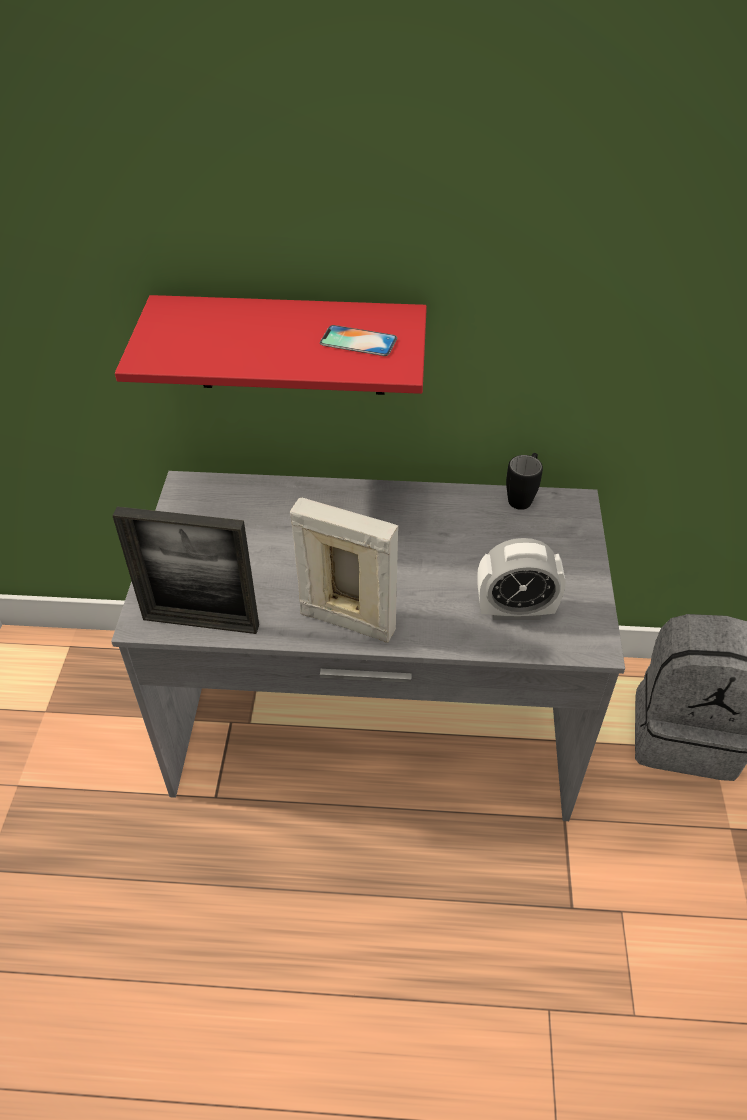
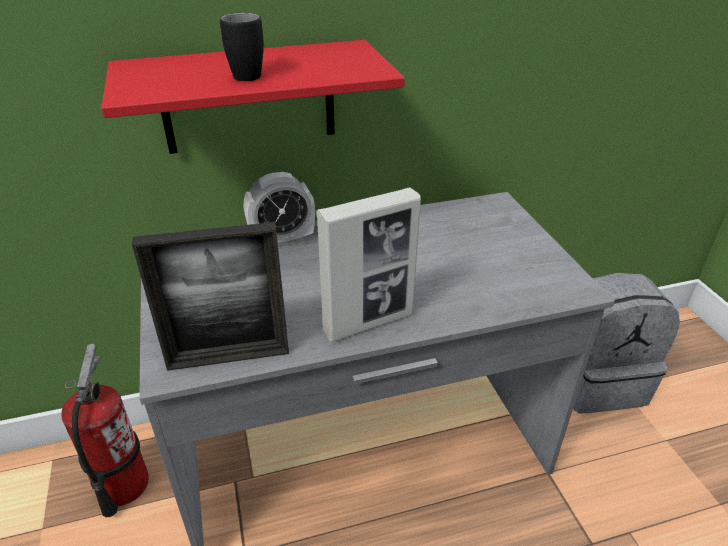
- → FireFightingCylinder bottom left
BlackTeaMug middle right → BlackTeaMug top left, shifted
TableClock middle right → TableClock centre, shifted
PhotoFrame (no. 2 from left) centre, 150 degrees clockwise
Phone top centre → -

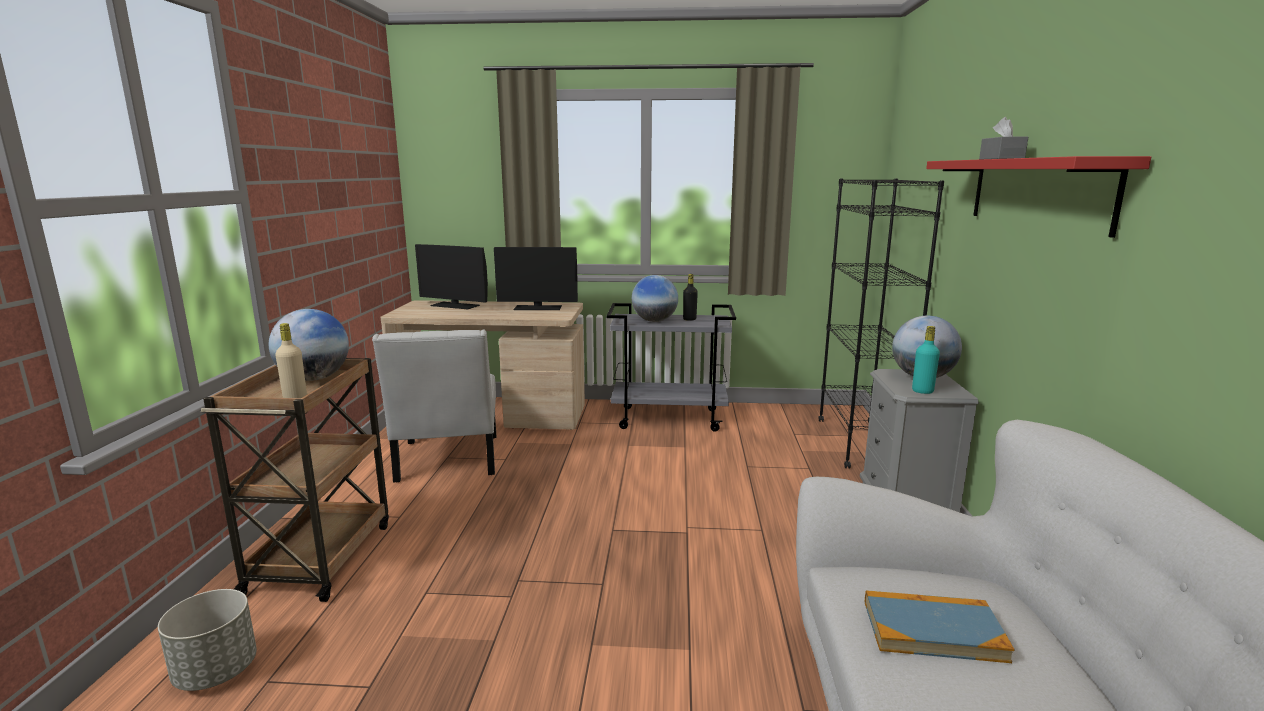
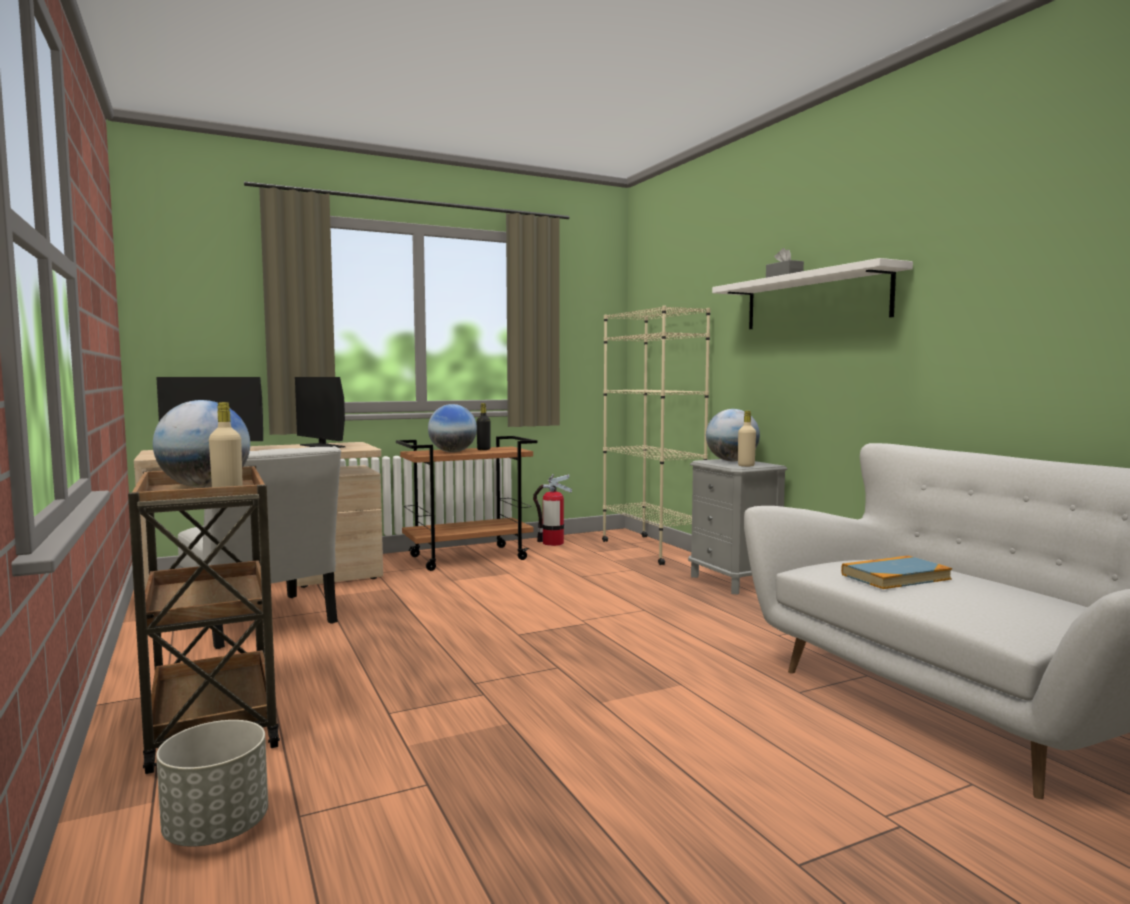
ComputerScreen (no. 2 from left) centre → ComputerScreen (no. 2 from left) middle left, 75 degrees clockwise
GreyCart centre → BrownColouredCart (no. 2 from left) centre
- → FireFightingCylinder centre
BlackShelvingUnit middle right → BeigeColouredShelvingUnit centre
RedShelf top right → WhiteColouredShelf top right
BlueGreenBeverageBottle middle right → BeigeColouredBeverageBottle (no. 2 from left) centre

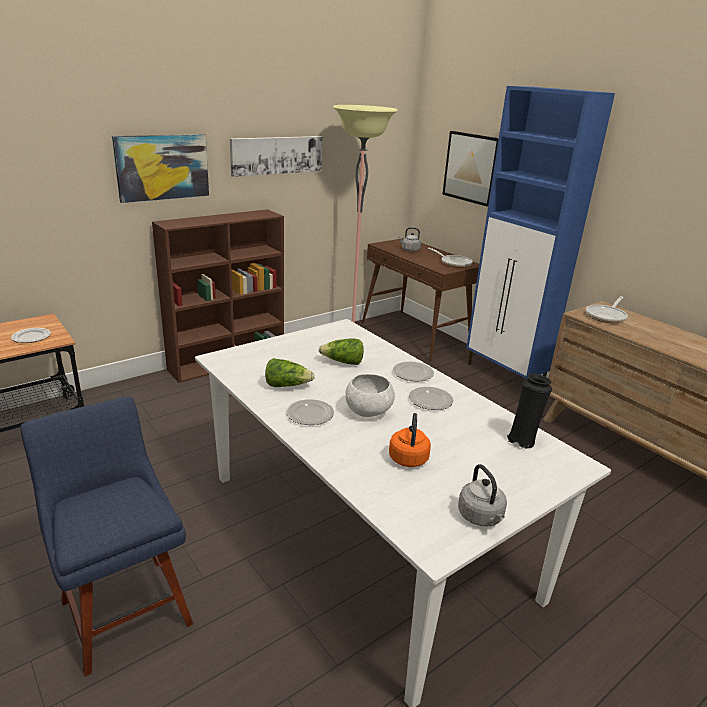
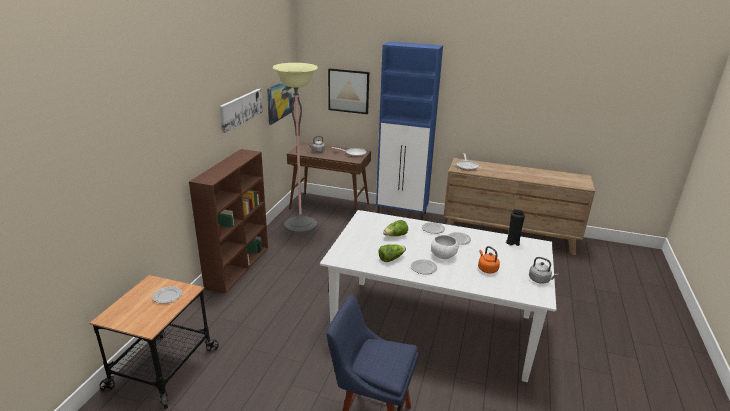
WallArt (no. 1 from left in the first image) top left → WallArt (no. 2 from left) top centre, shifted

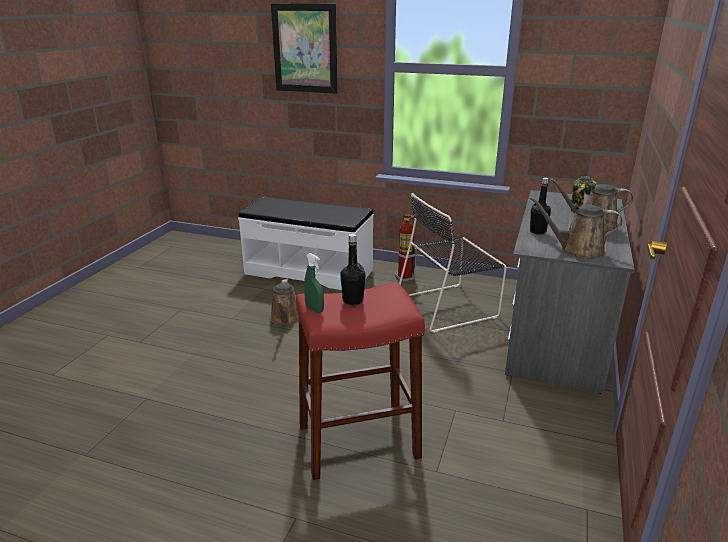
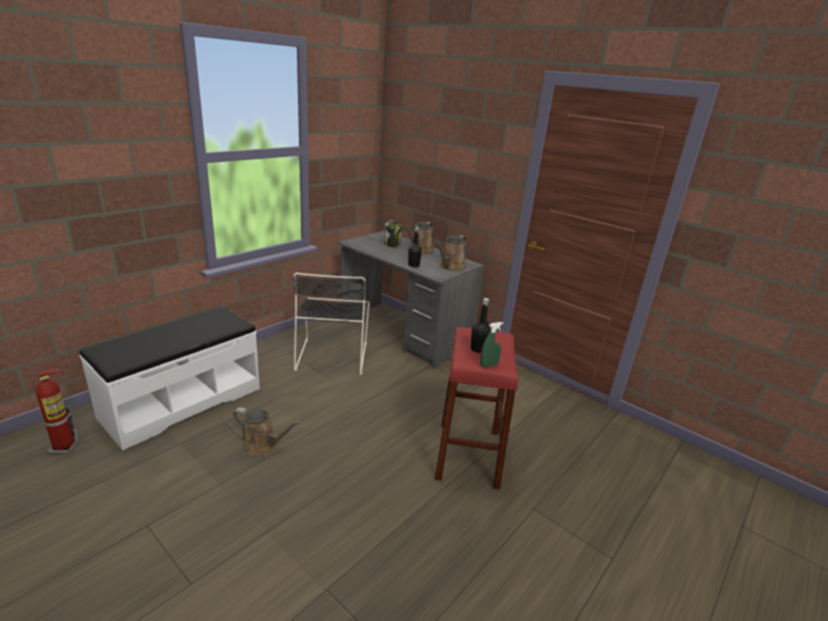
FireFightingCylinder centre → FireFightingCylinder middle left, shifted
WallArt top centre → -

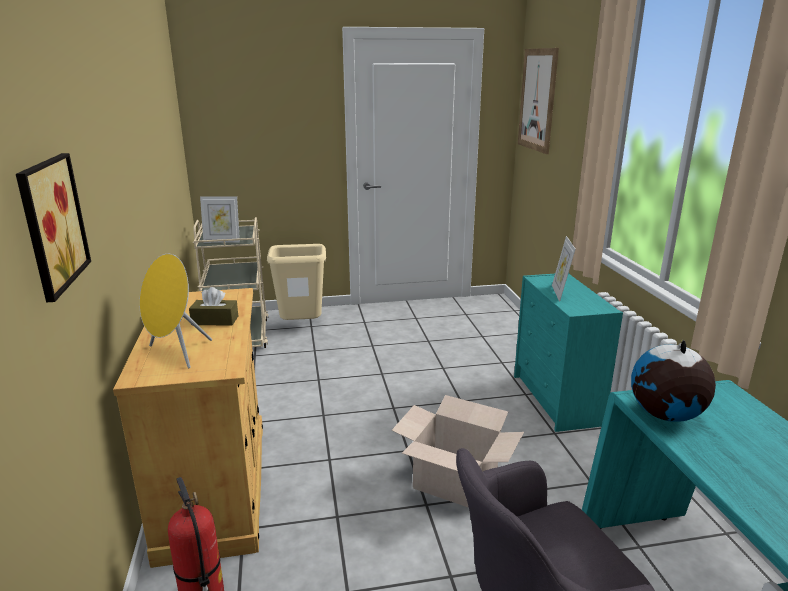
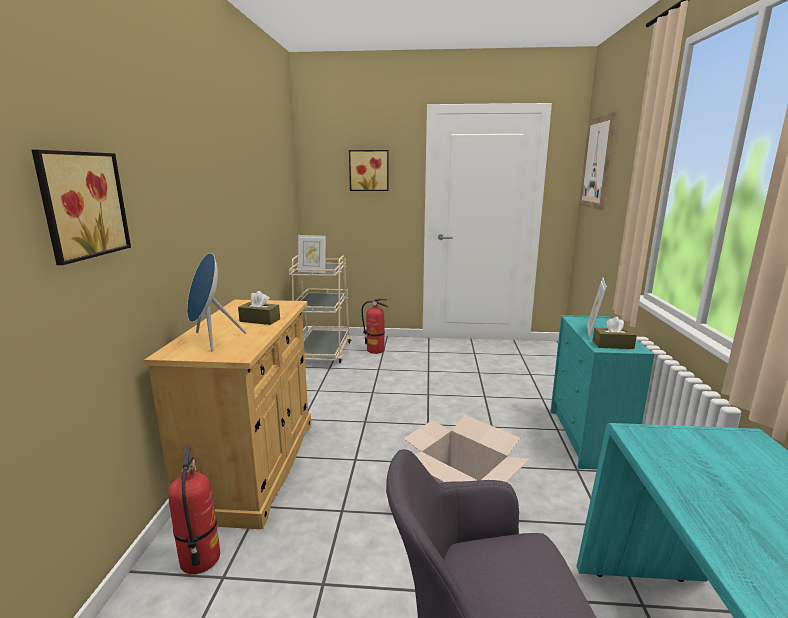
YellowColouredLoudspeaker middle left → BlueLoudspeaker middle left
- → WallArt (no. 2 from left) top centre
BeigeColouredWasteBin centre → FireFightingCylinder (no. 2 from left) centre
- → BrownColouredTissueHolder (no. 2 from left) middle right
WorldGlobe middle right → -

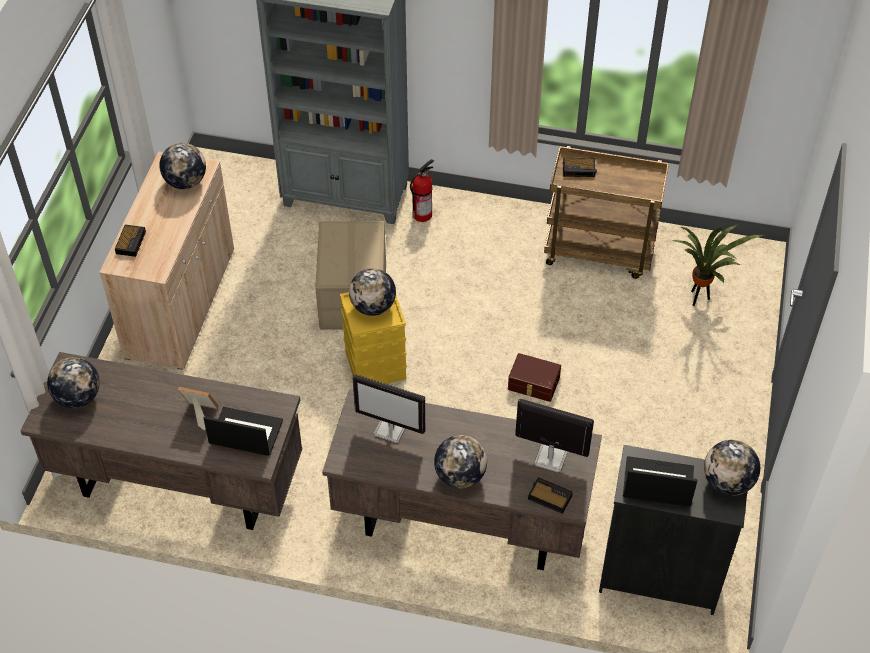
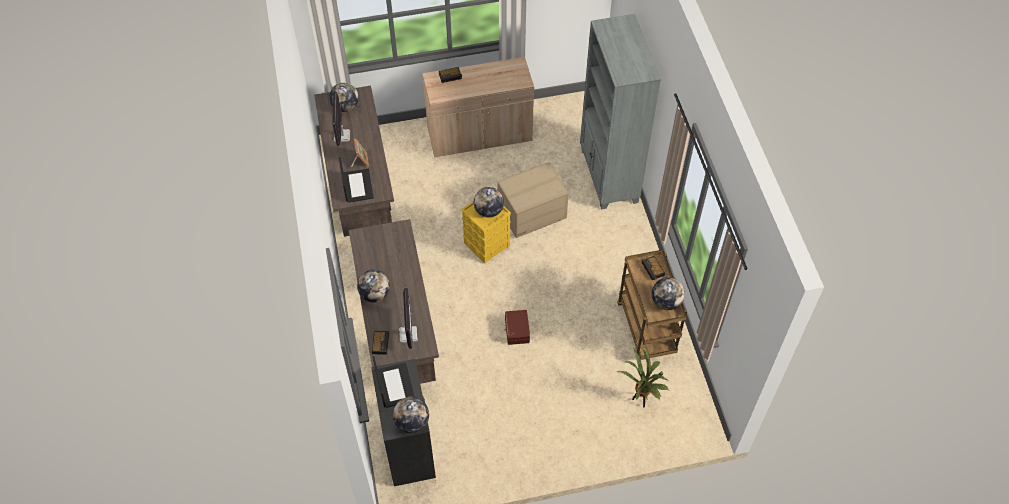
ComputerScreen (no. 1 from left) centre → ComputerScreen (no. 1 from left) top centre, shifted
WorldGlobe (no. 2 from left in the first image) top left → WorldGlobe (no. 5 from left) centre, shifted
FireFightingCylinder top centre → -

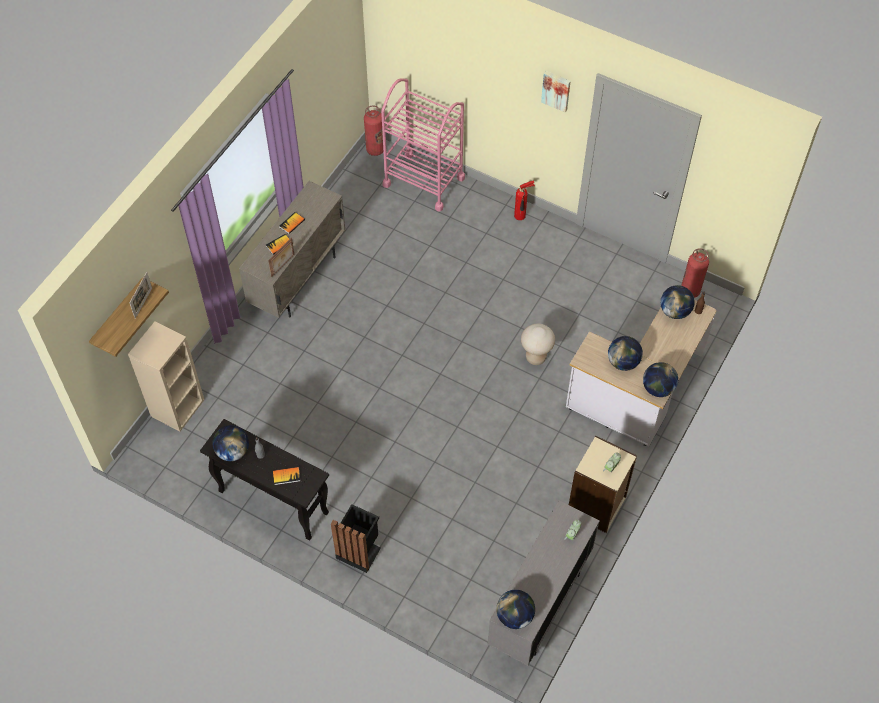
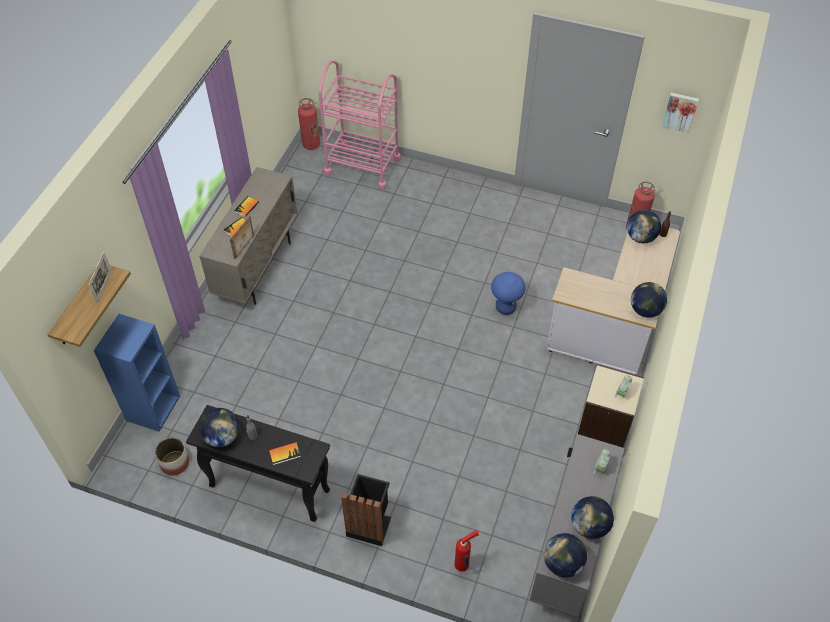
BeigeColouredShelvingUnit (no. 1 from left) middle left → BlueShelvingUnit middle left
- → PlantPot bottom left
FireFightingCylinder (no. 2 from left) top centre → FireFightingCylinder (no. 2 from left) bottom centre, shifted
BeigeColouredSittingStool centre → BlueSittingStool centre
WorldGlobe (no. 3 from left) middle right → WorldGlobe (no. 3 from left) bottom right, shifted
WallArt top centre → WallArt top right, shifted

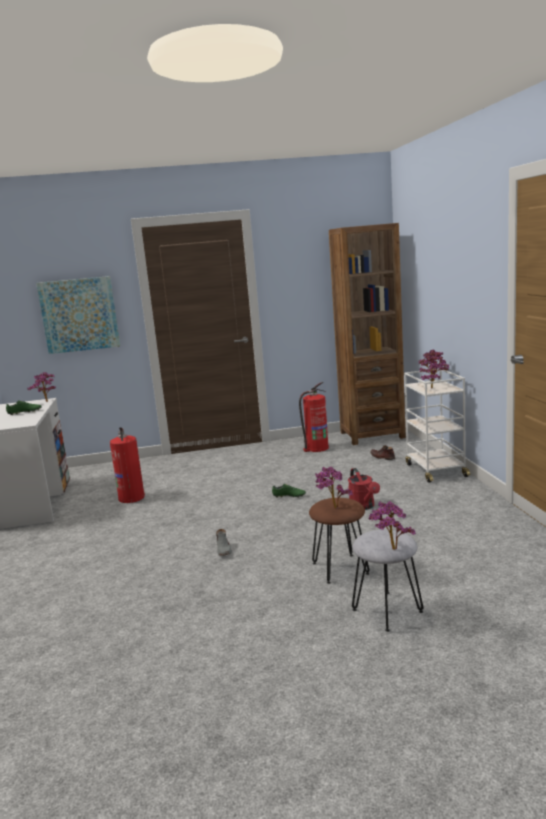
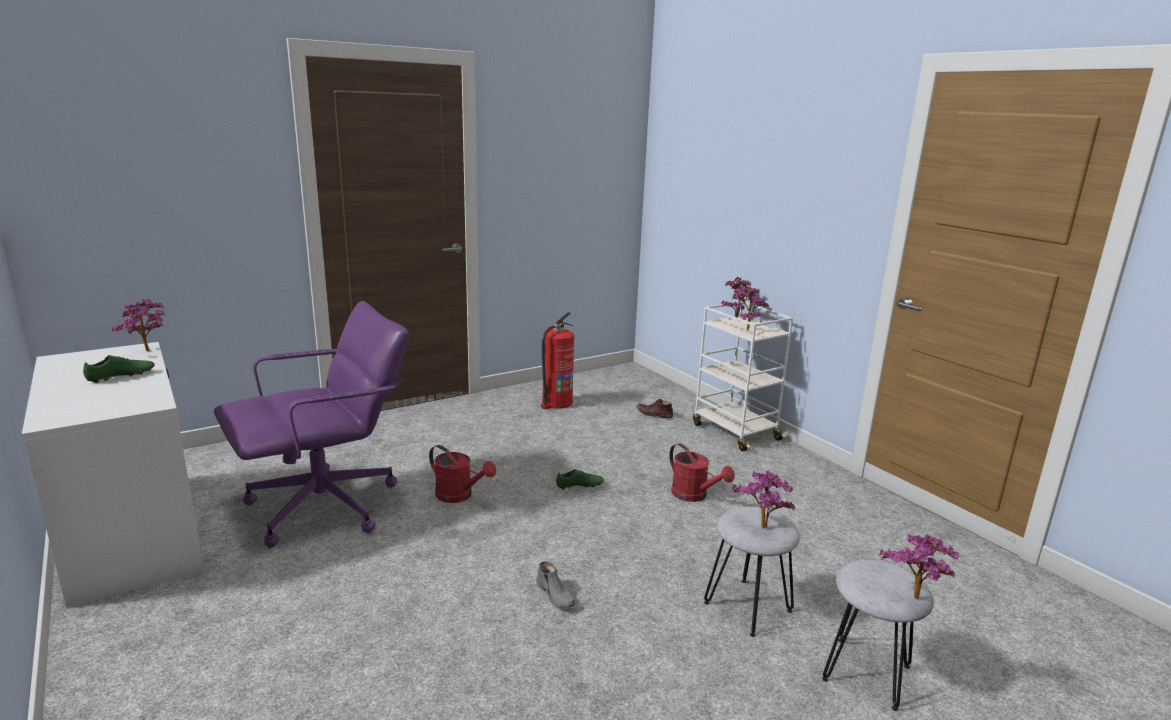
FireFightingCylinder (no. 1 from left) middle left → PurplishDeskChair middle left
- → RedWateringCan (no. 1 from left) centre
BrownColouredSittingStool centre → GreySittingStool (no. 1 from left) bottom centre
WallArt middle left → -
BrownColouredShelvingUnit middle right → -

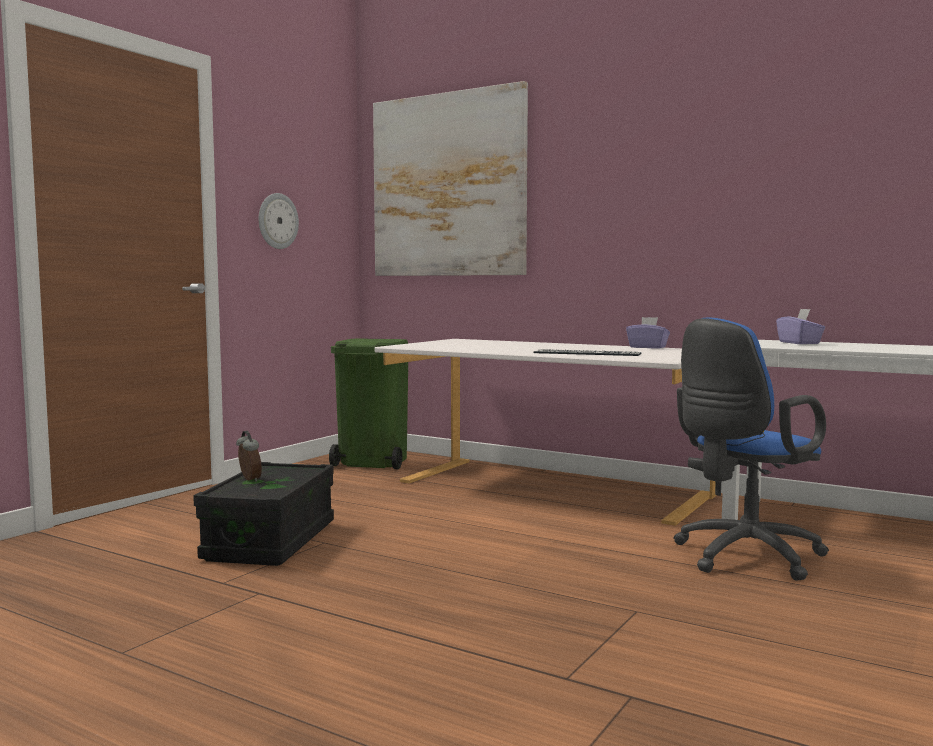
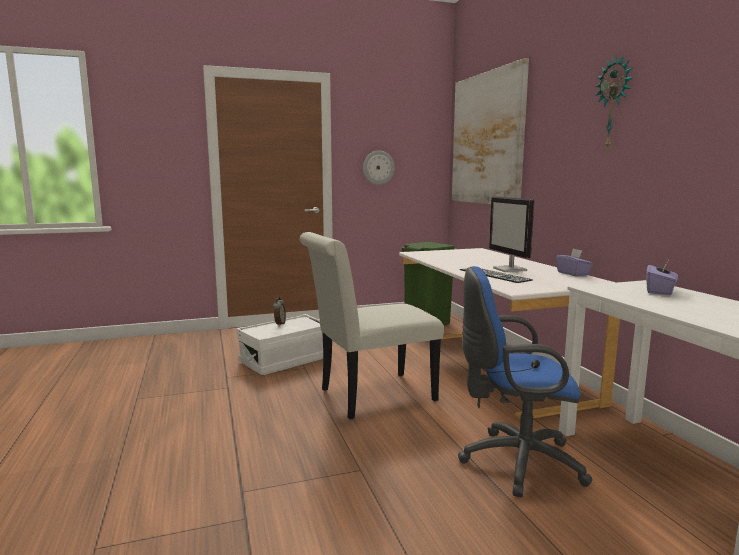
BlackStorageBox bottom left → WhiteColouredStorageBox centre
- → WhiteColouredPlainChair centre
- → ComputerScreen middle right
- → ClockOnTheWall (no. 2 from left) top right

